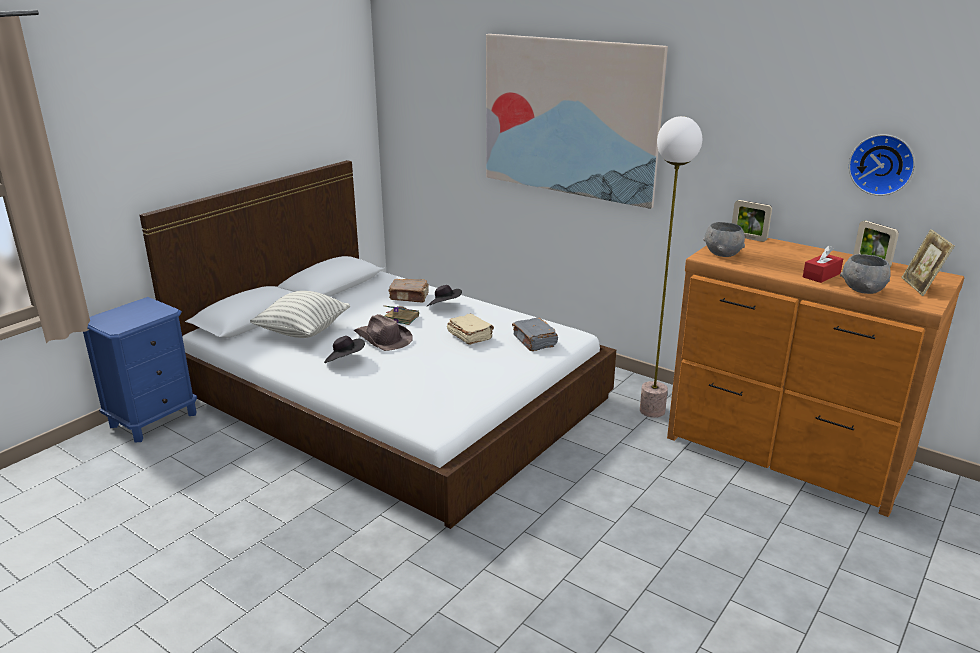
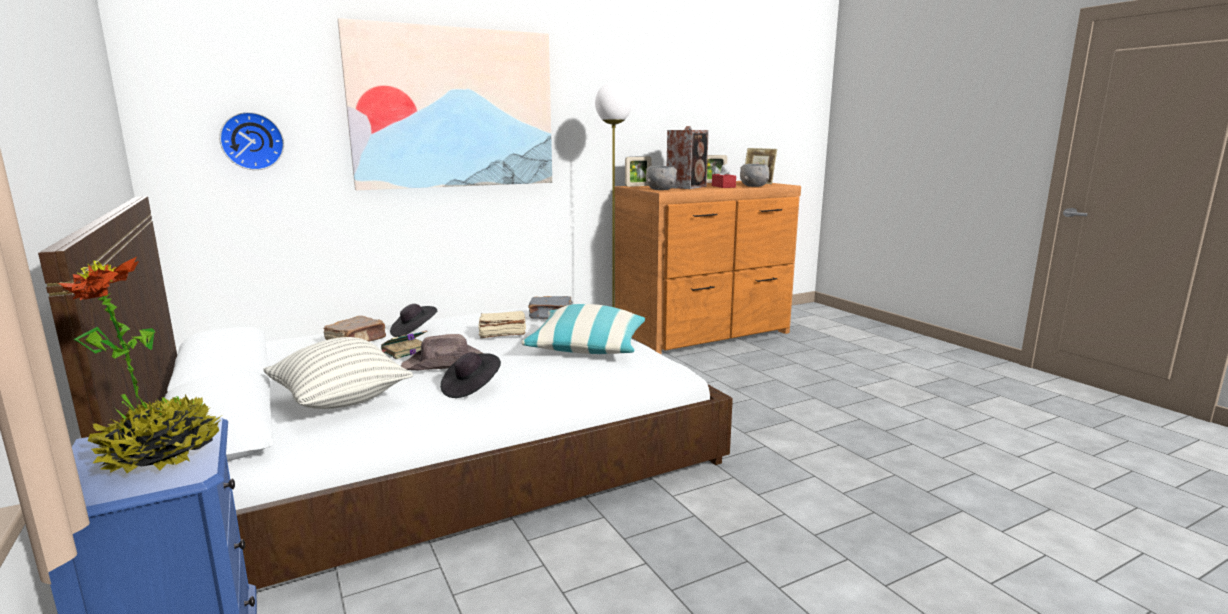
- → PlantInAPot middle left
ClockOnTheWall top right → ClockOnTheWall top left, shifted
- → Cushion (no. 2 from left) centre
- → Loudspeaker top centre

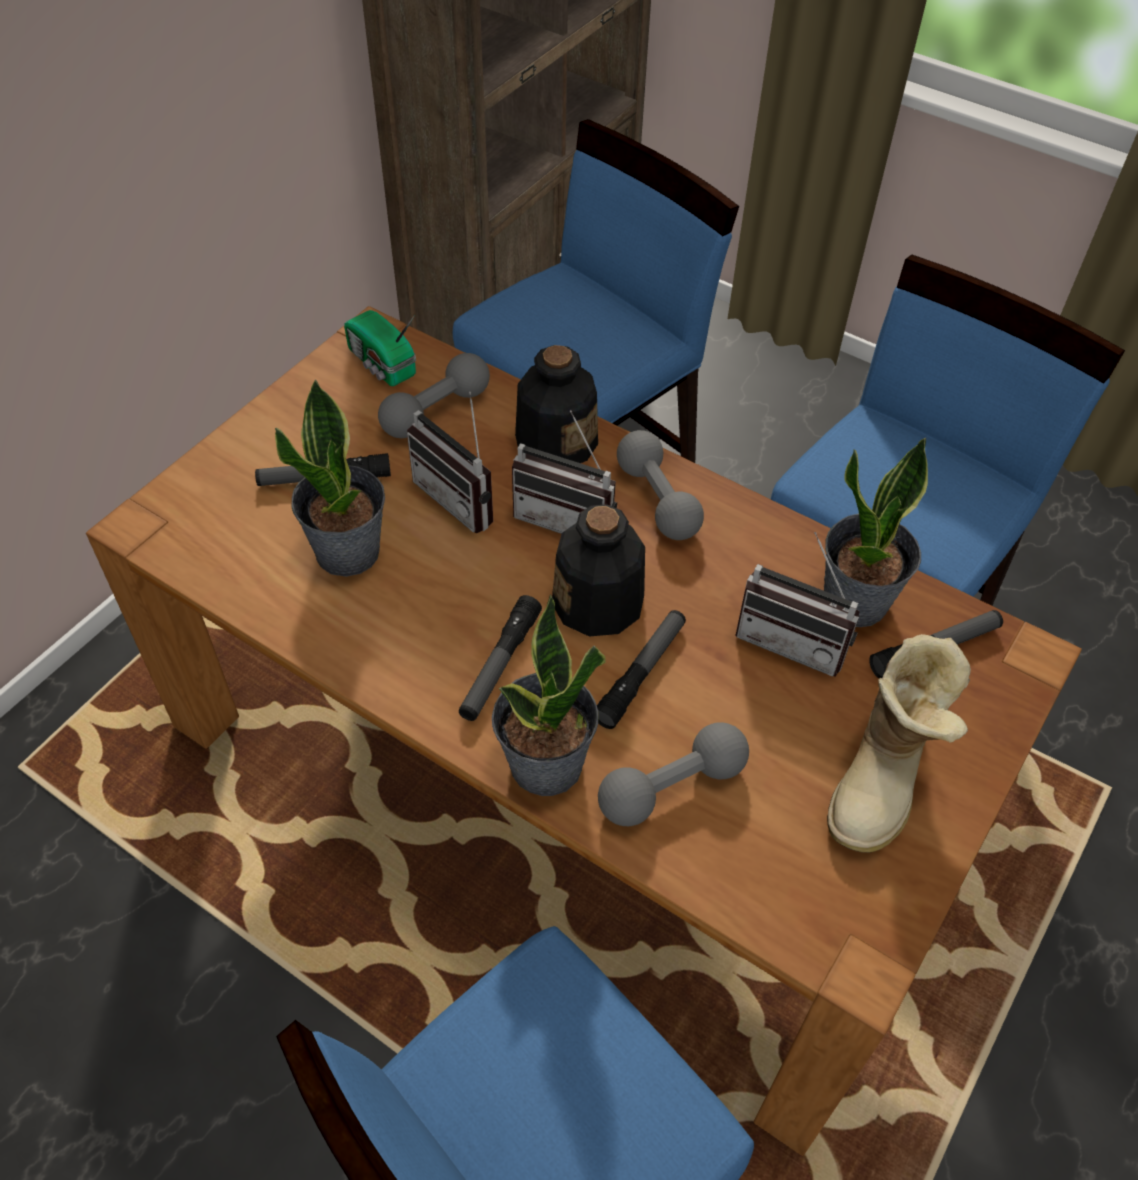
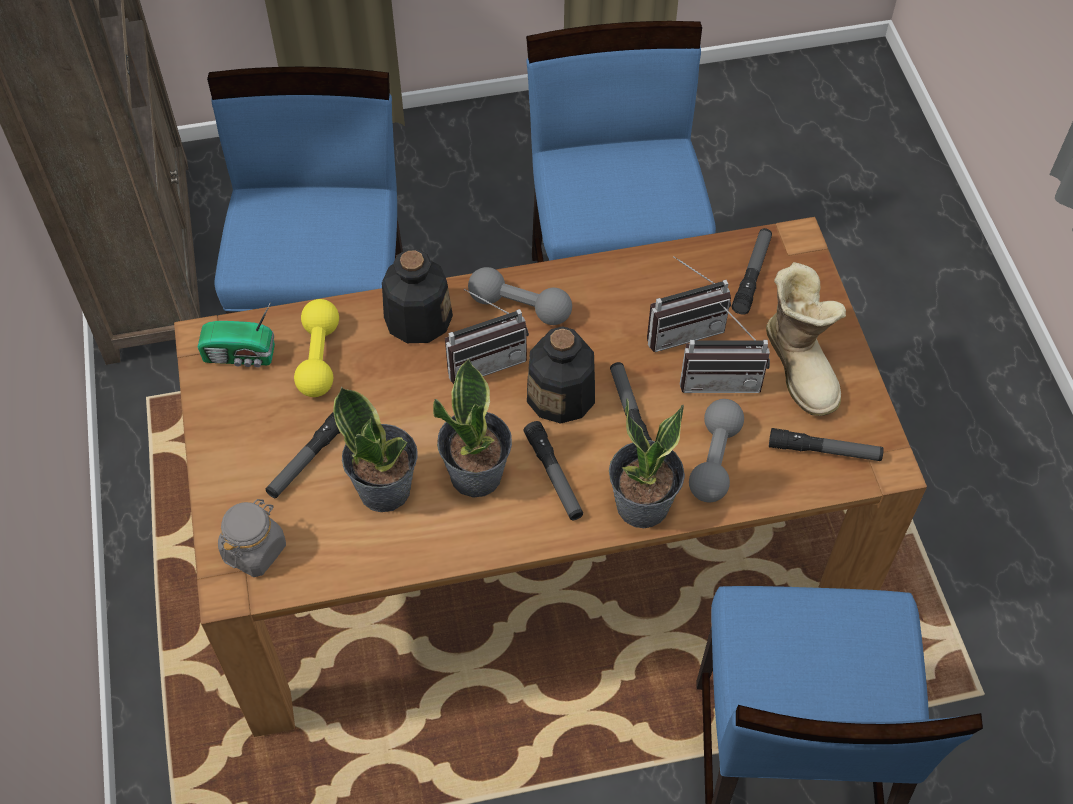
- → GreyStorageJar bottom left
GreyDumbbell (no. 1 from left) centre → YellowColouredDumbbell middle left
PlantInAPot (no. 3 from left in the first image) middle right → PlantInAPot (no. 2 from left) centre, shifted
RadioSet (no. 2 from left in the first image) centre → RadioSet (no. 4 from left) middle right, shifted
- → HandTorch (no. 5 from left) middle right

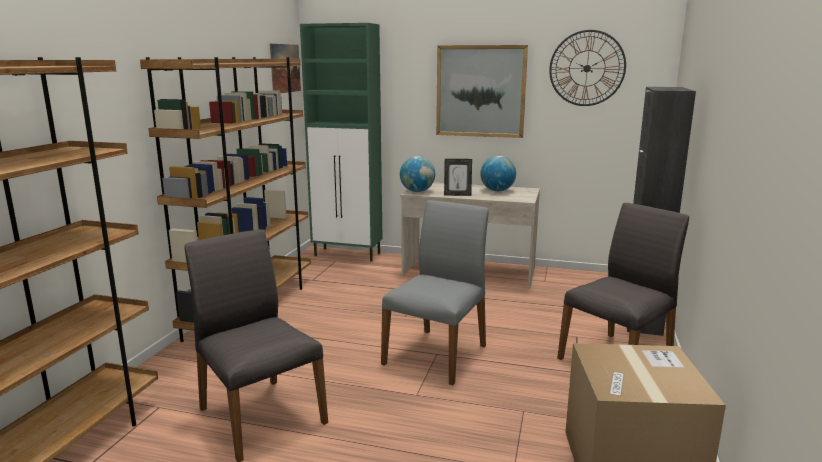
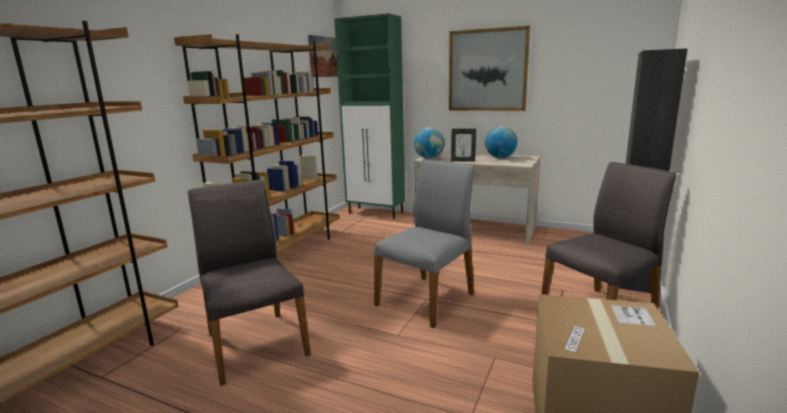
ClockOnTheWall top right → -

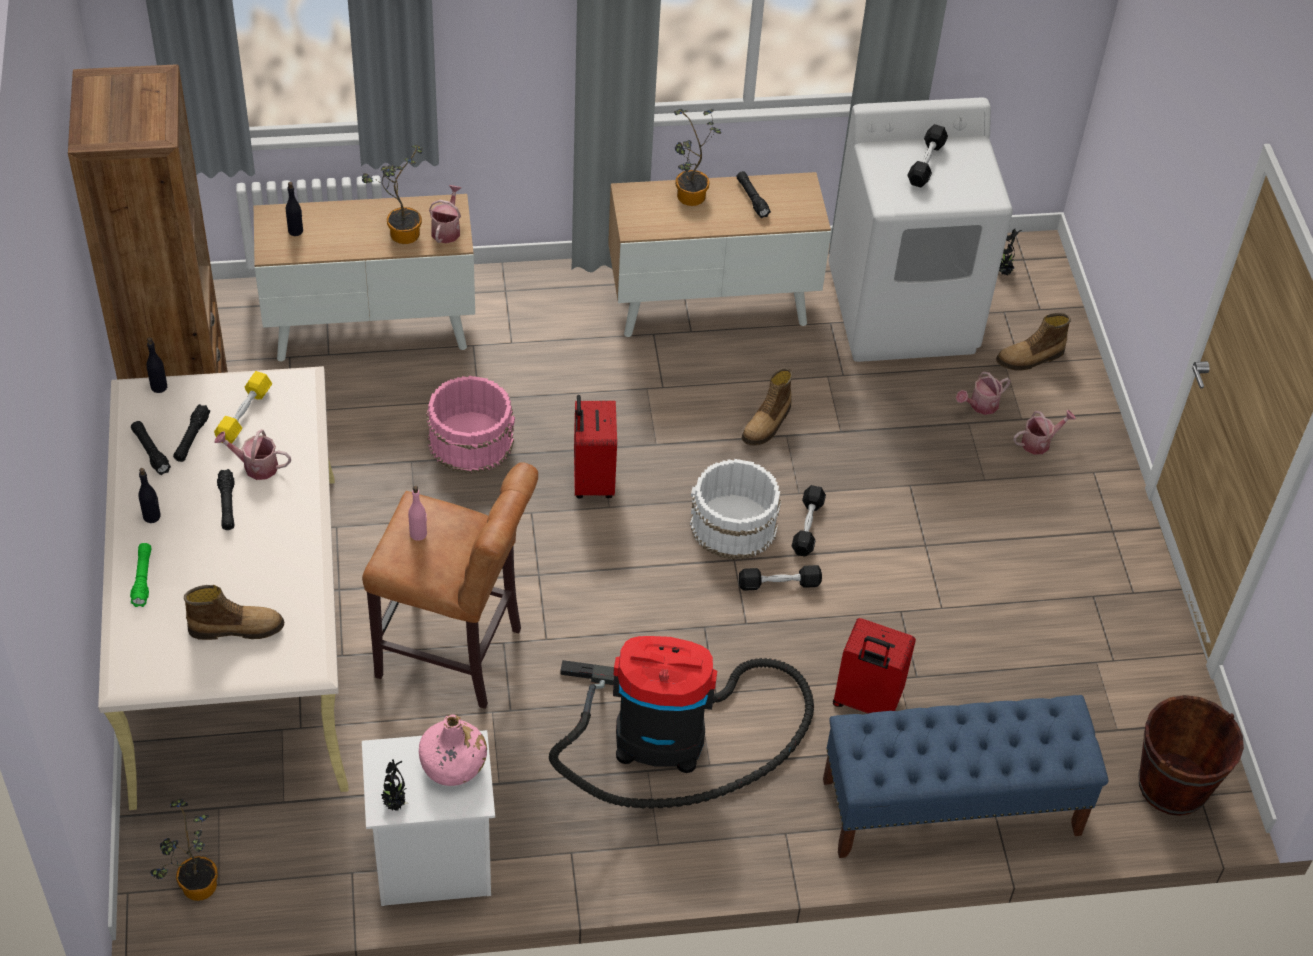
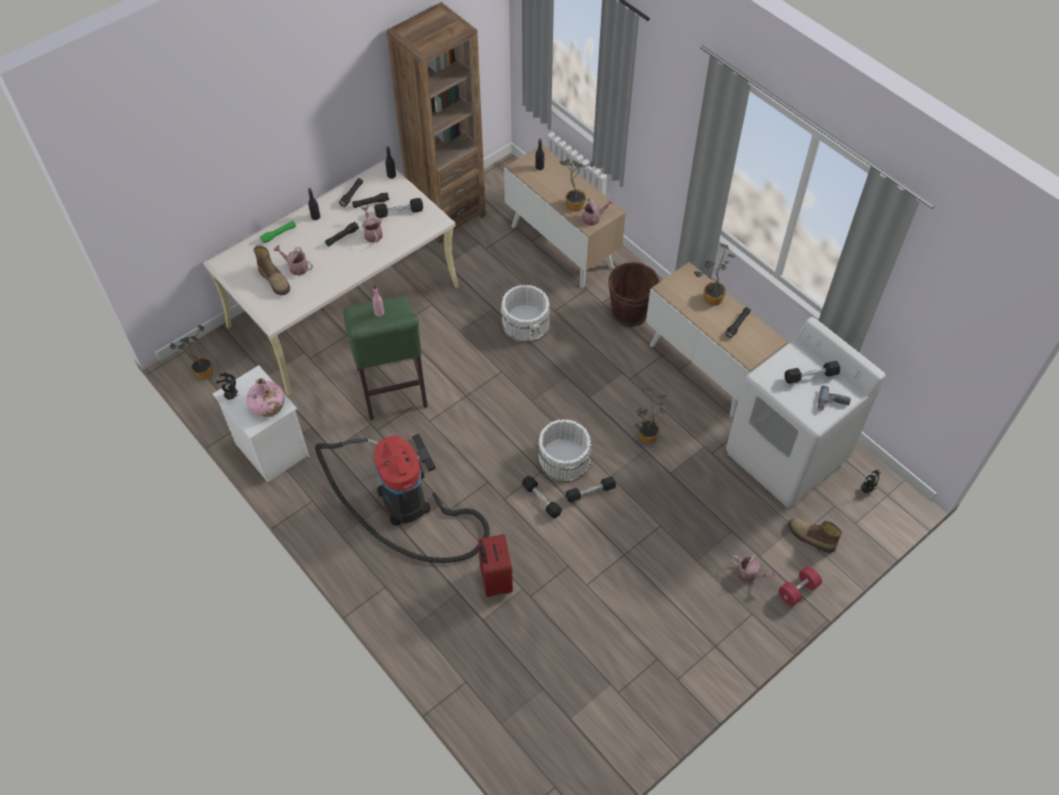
WateringCan (no. 3 from left in the first image) middle right → WateringCan (no. 1 from left) top left, shifted
BrownColouredSittingStool centre → GreenColouredSittingStool centre
YellowColouredDumbbell middle left → BlackDumbbell (no. 1 from left) top centre
PinkishPail centre → WhiteColouredPail (no. 1 from left) centre
BrownColouredPail bottom right → BrownColouredPail centre, shifted
HighTopBoot (no. 2 from left) centre → PlantInAPot (no. 4 from left) centre
- → RedDumbbell bottom right
- → Drill middle right
RedPieceOfLuggage (no. 1 from left) centre → -
BlueLongSeat bottom right → -

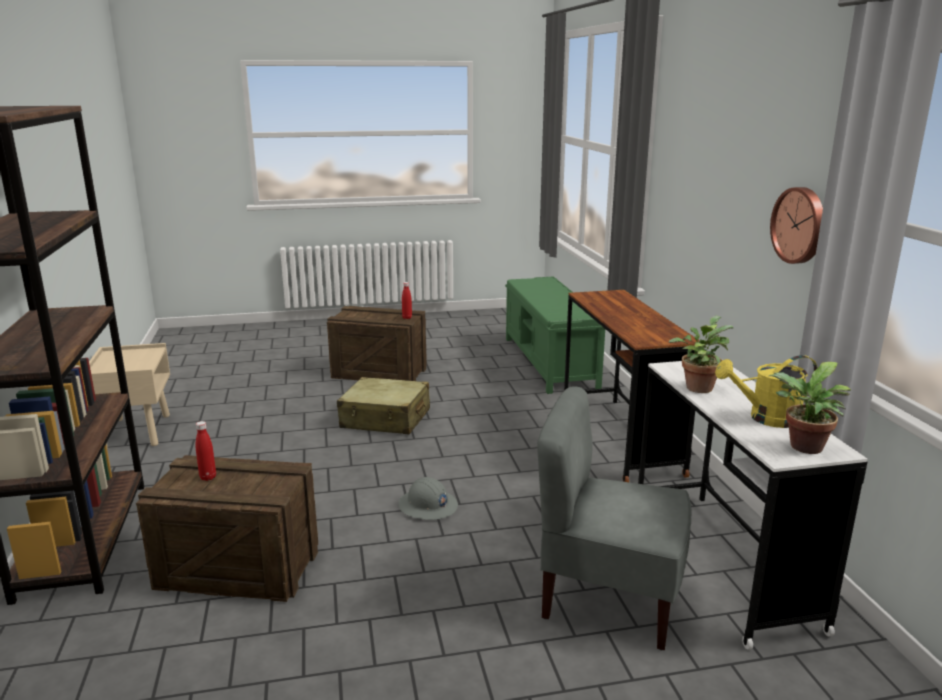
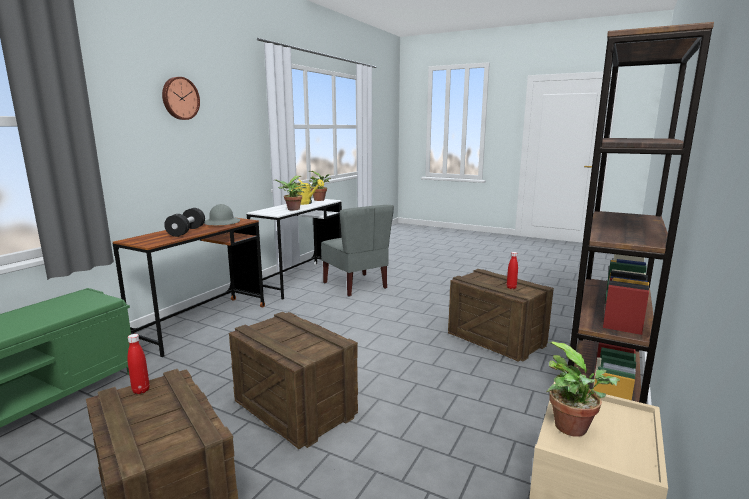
ClockOnTheWall top right → ClockOnTheWall top left, shifted
- → BlackDumbbell middle left
GreyHardHat bottom centre → GreyHardHat middle left, shifted
BeigeColouredPieceOfLuggage centre → ShippingCrate (no. 2 from left) bottom centre
- → PlantInAPot (no. 3 from left) bottom right

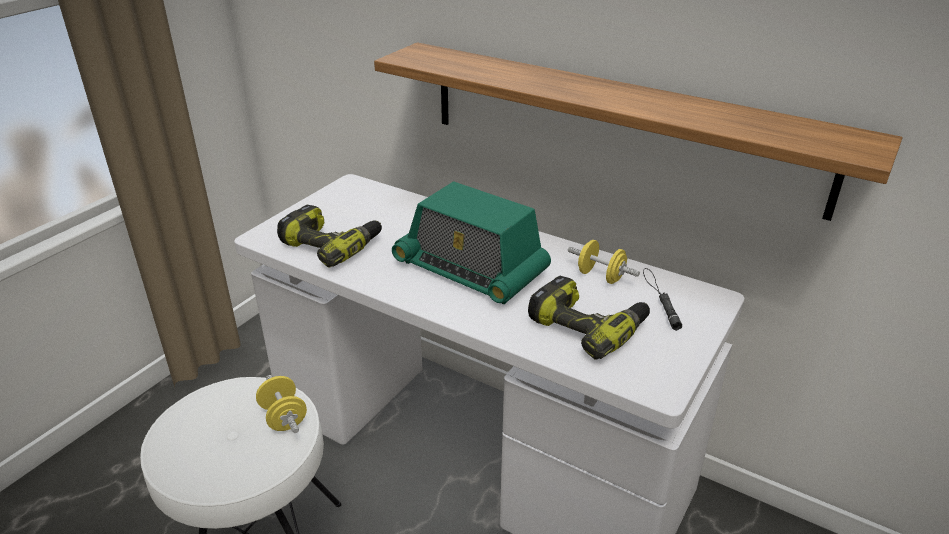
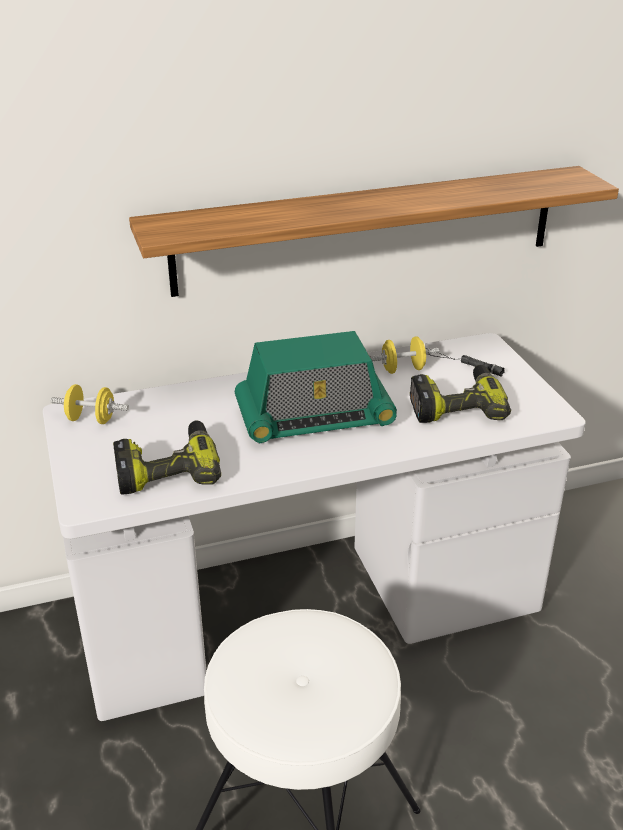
YellowColouredDumbbell (no. 1 from left) bottom left → YellowColouredDumbbell (no. 1 from left) middle left, shifted

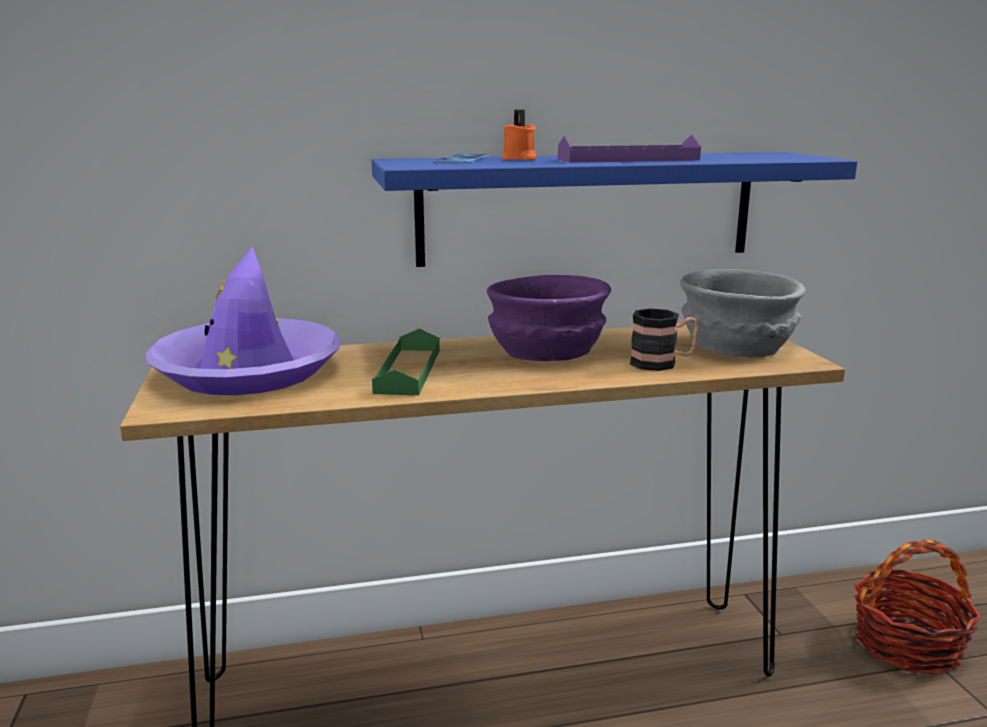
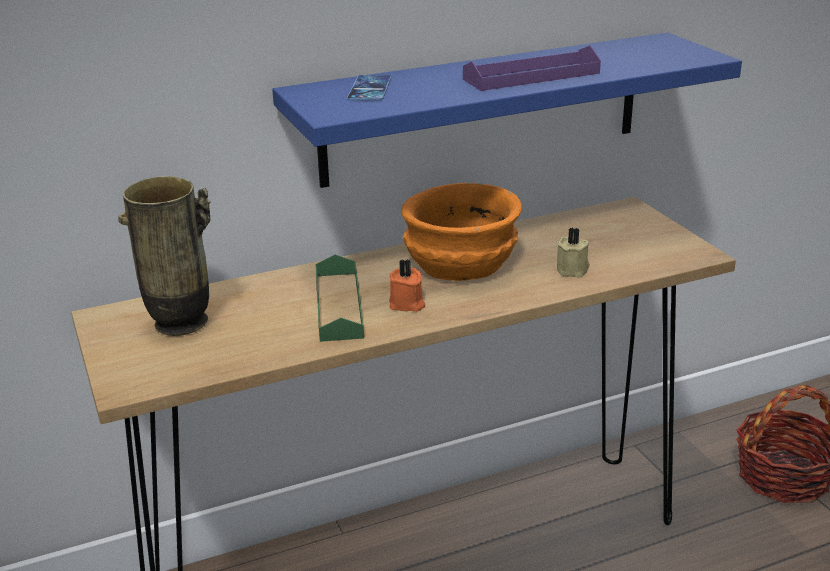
PurplishHat middle left → Vase middle left
OrangeCandle top centre → OrangeCandle centre, shifted
PurplishDeepDish centre → OrangeDeepDish centre
TeaMug middle right → BeigeColouredCandle middle right
GreyDeepDish middle right → -

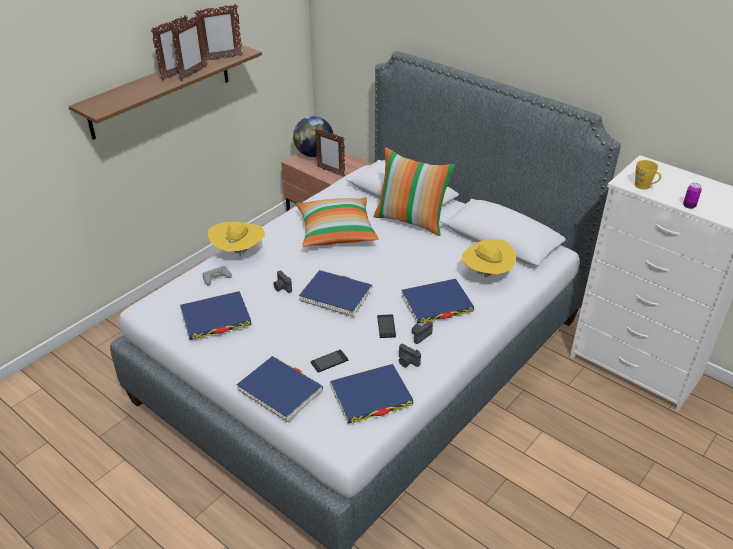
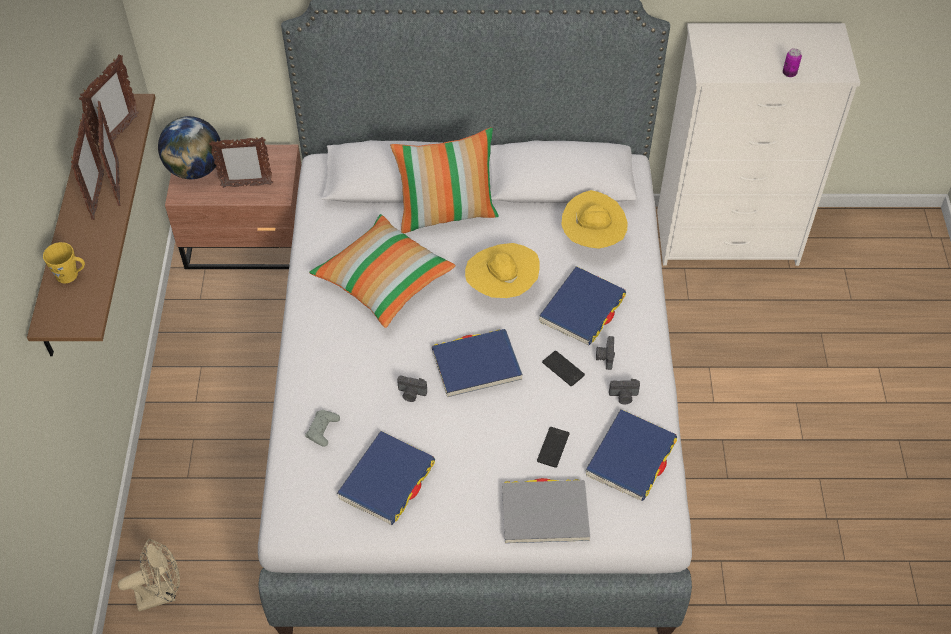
YellowColouredTeaMug top right → YellowColouredTeaMug middle left, shifted
- → BeigeColouredElectricFan bottom left
YellowColouredHat (no. 1 from left) middle left → YellowColouredHat (no. 1 from left) centre, shifted
BlueBoundBook (no. 2 from left) bottom centre → GreyBoundBook bottom centre

